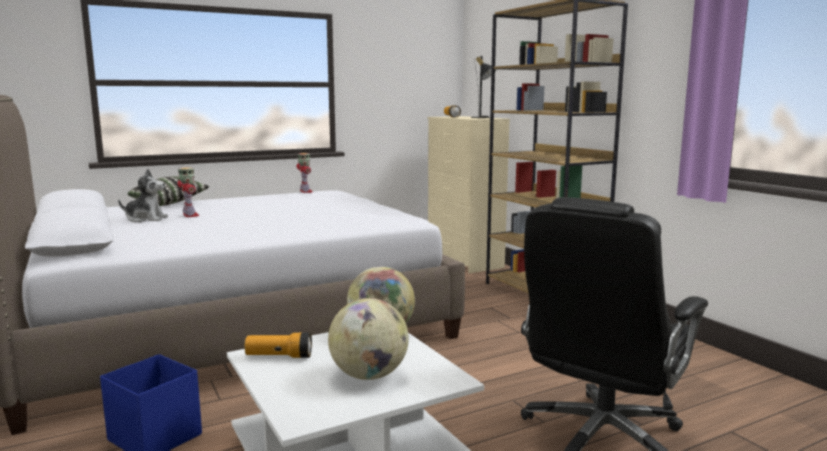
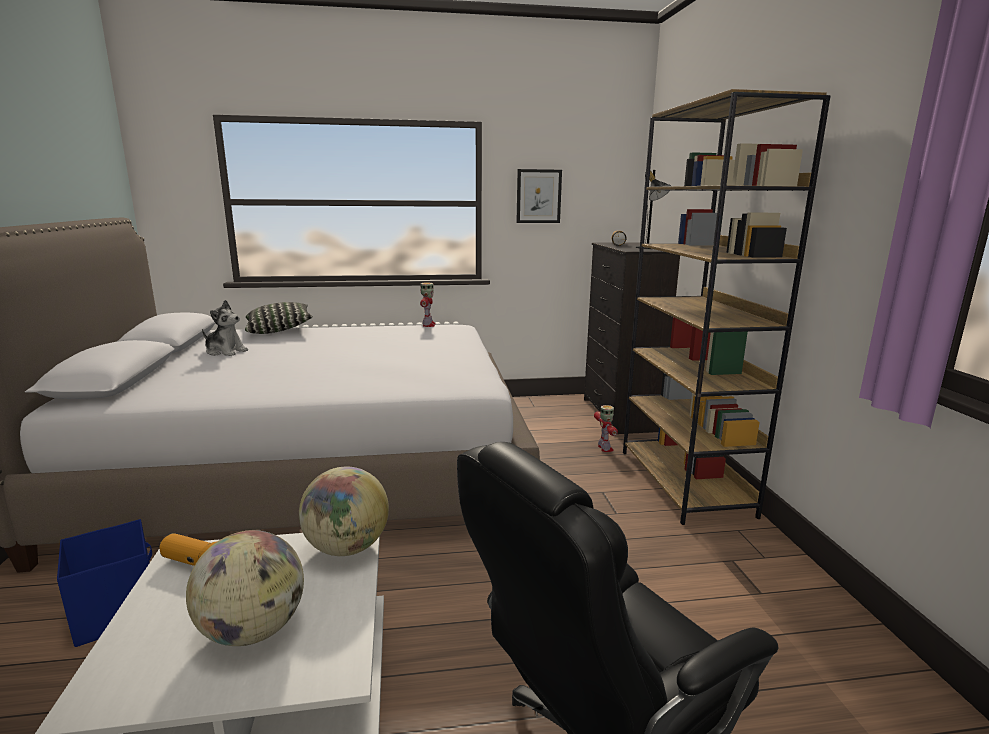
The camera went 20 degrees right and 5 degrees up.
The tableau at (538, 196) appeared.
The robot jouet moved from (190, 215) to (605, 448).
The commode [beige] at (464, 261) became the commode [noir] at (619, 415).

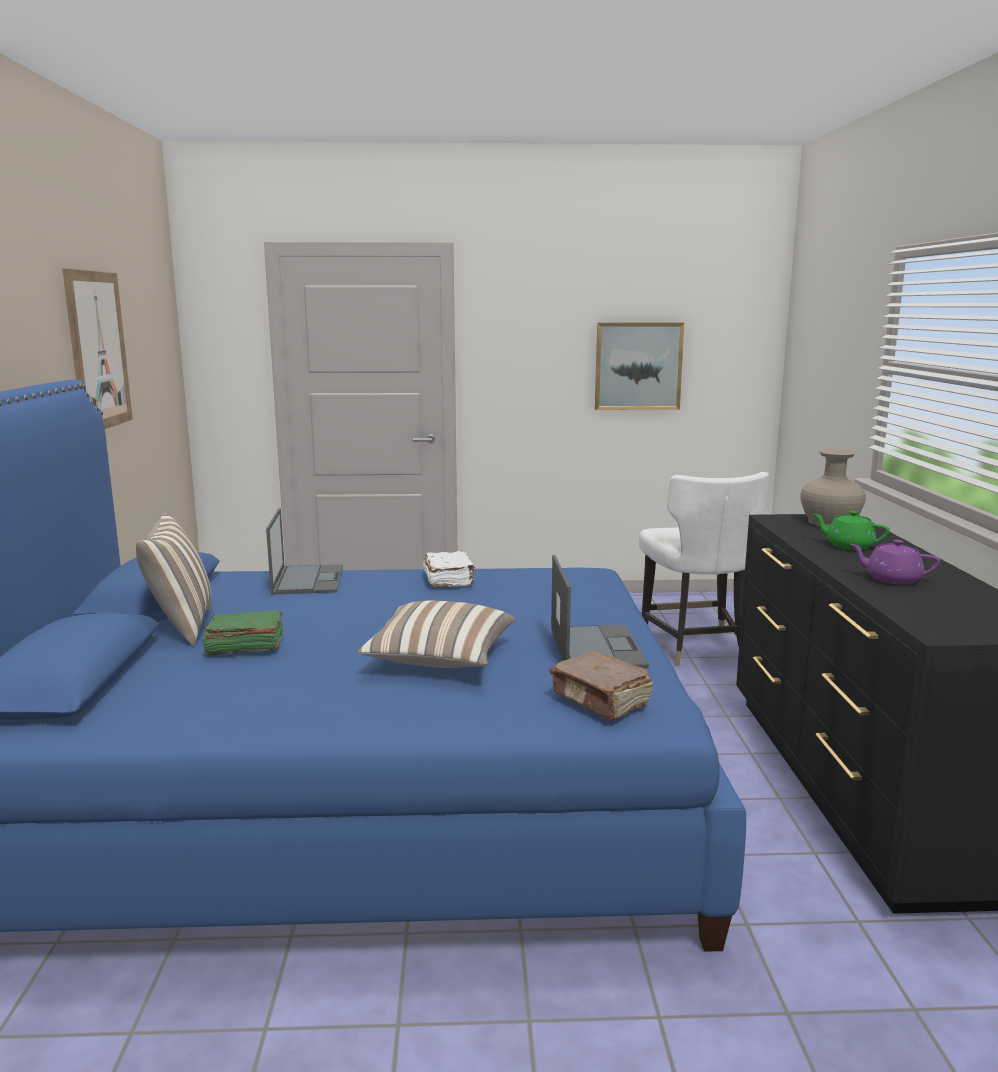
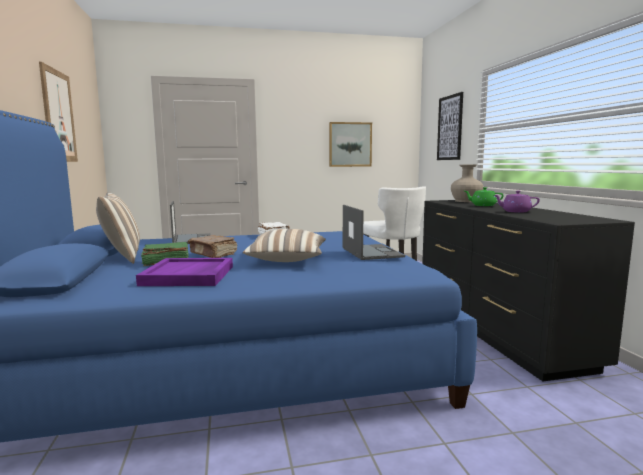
The camera went 10 degrees left and 5 degrees down.
The plateau [violet] at (189, 276) appeared.
The tableau at (450, 128) appeared.
The livre [marron] moved from (601, 700) to (213, 254).

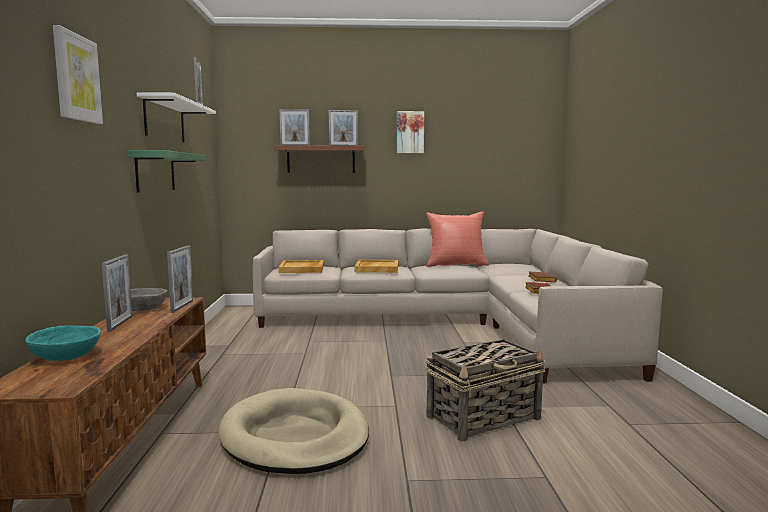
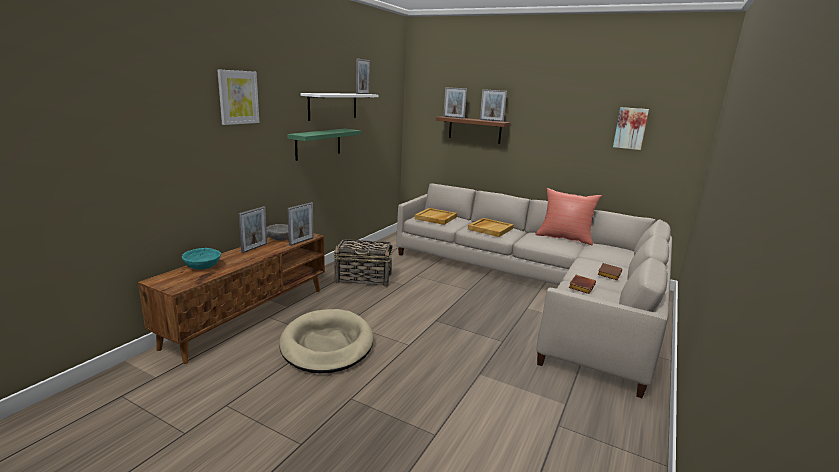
The camera went 30 degrees right and 10 degrees up.
The tableau moved from (410, 132) to (630, 128).
The panier moved from (484, 417) to (364, 278).

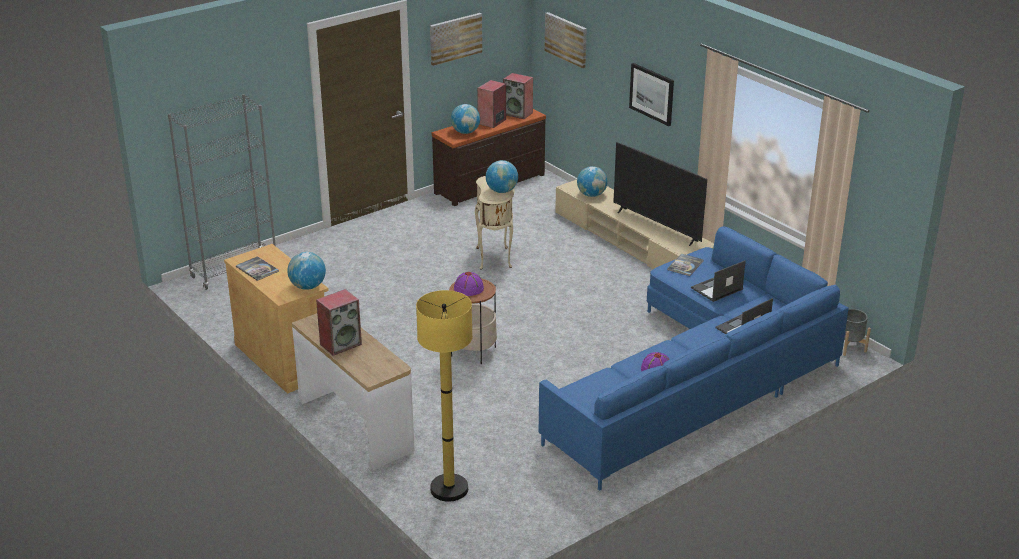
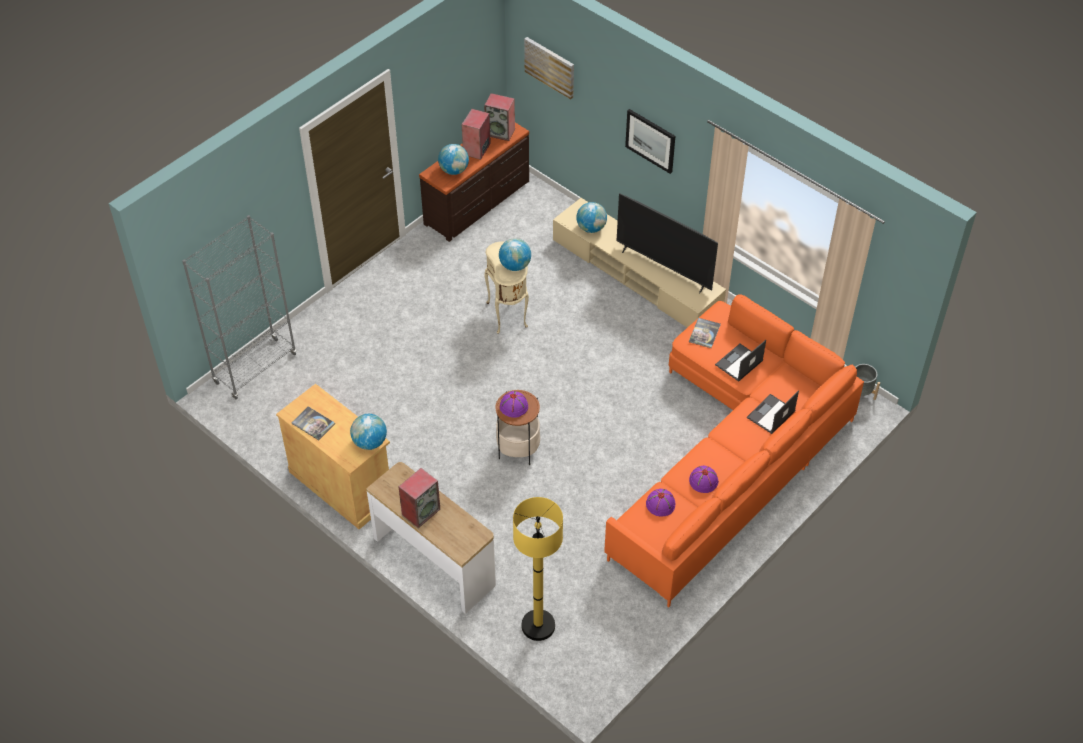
The camera went 10 degrees left and 20 degrees up.
The tableau at (455, 38) disappeared.
The chapeau [violet] at (660, 504) appeared.
The canapé [bleu] at (698, 379) became the canapé [orange] at (731, 457).

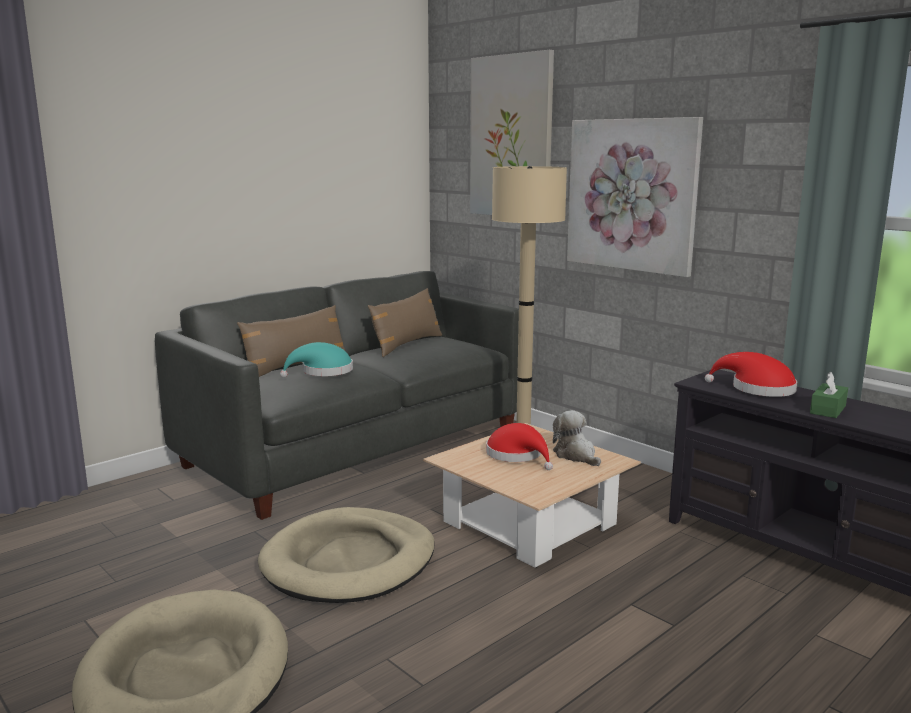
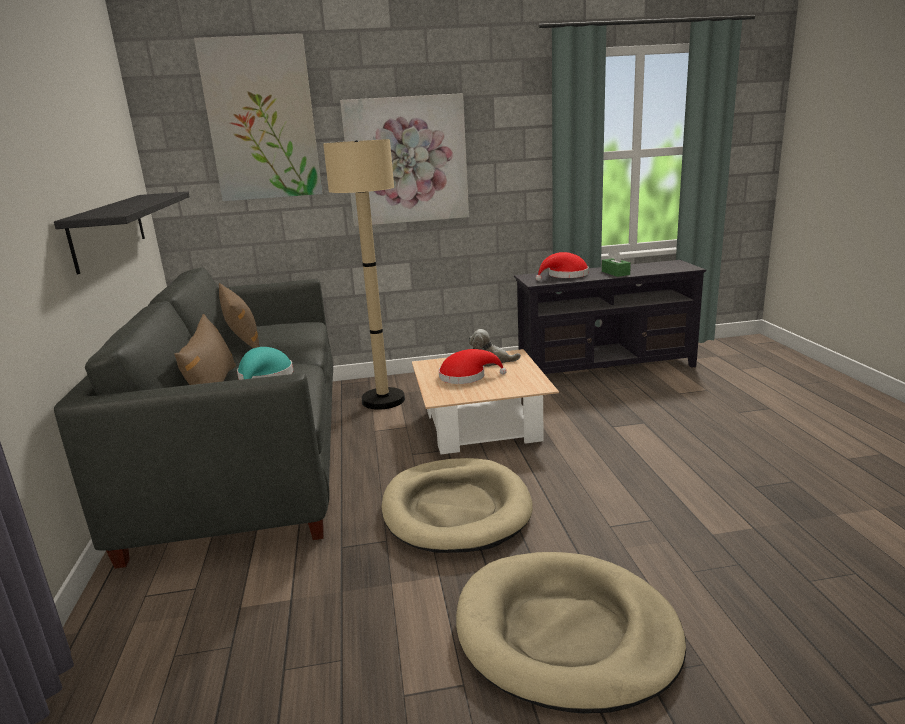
The camera went 55 degrees left and 5 degrees up.
The étagère [noir] at (109, 230) appeared.

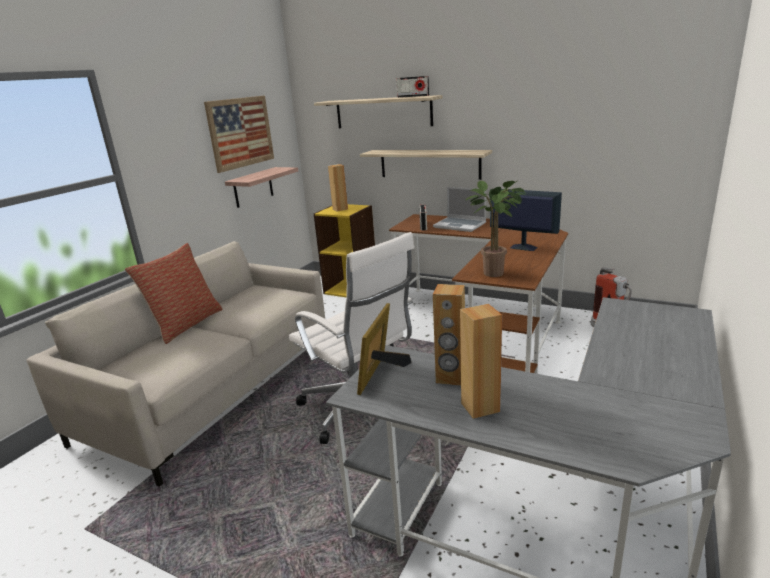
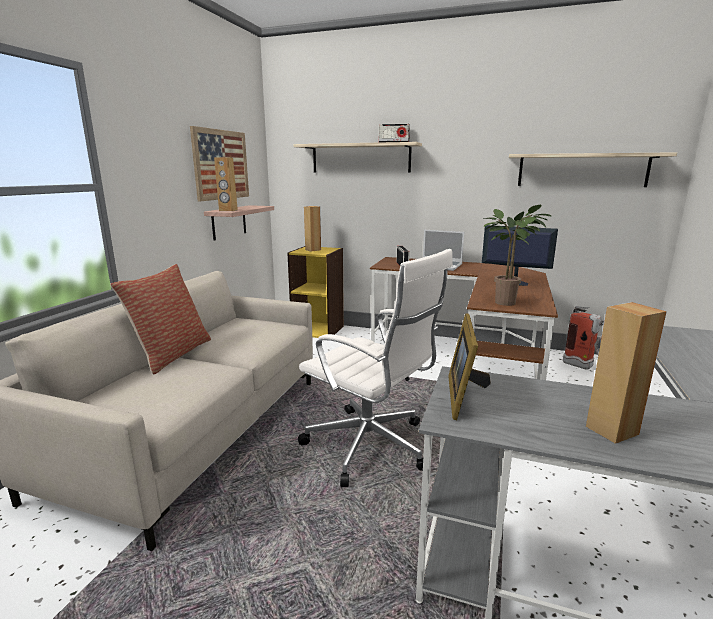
The camera went 10 degrees left and 5 degrees down.
The étagère moved from (429, 164) to (581, 170).
The enceinte [marron] moved from (451, 378) to (228, 210).

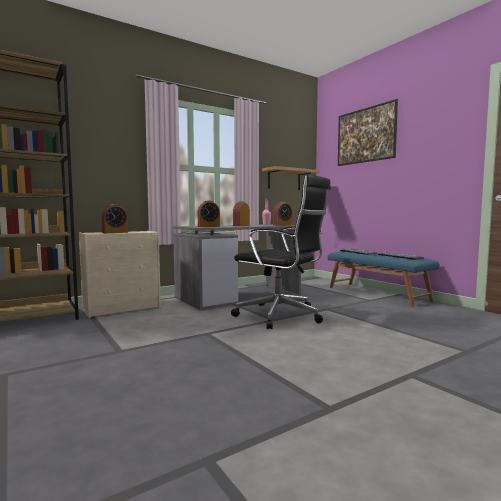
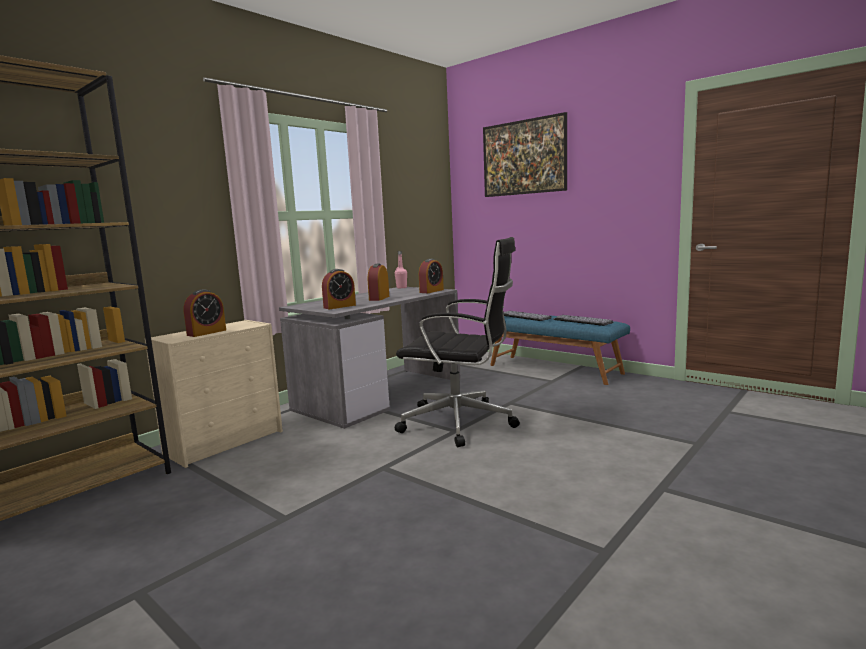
The camera went 15 degrees left and 5 degrees up.
The étagère at (284, 179) disappeared.

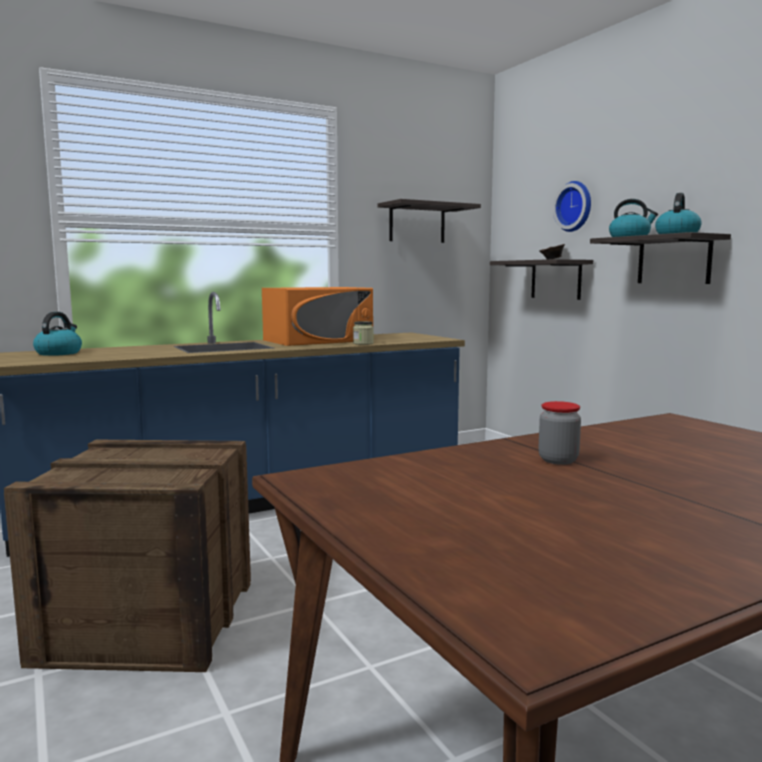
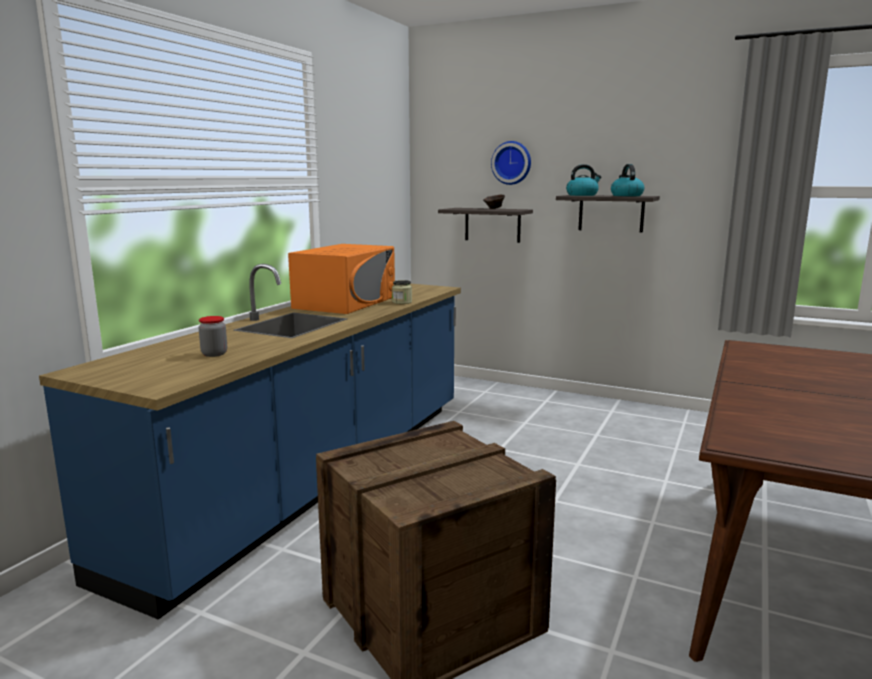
The camera went 35 degrees left and 5 degrees up.
The bouilloire at (59, 353) disappeared.
The étagère at (417, 223) disappeared.
The bocal moved from (558, 460) to (214, 354).

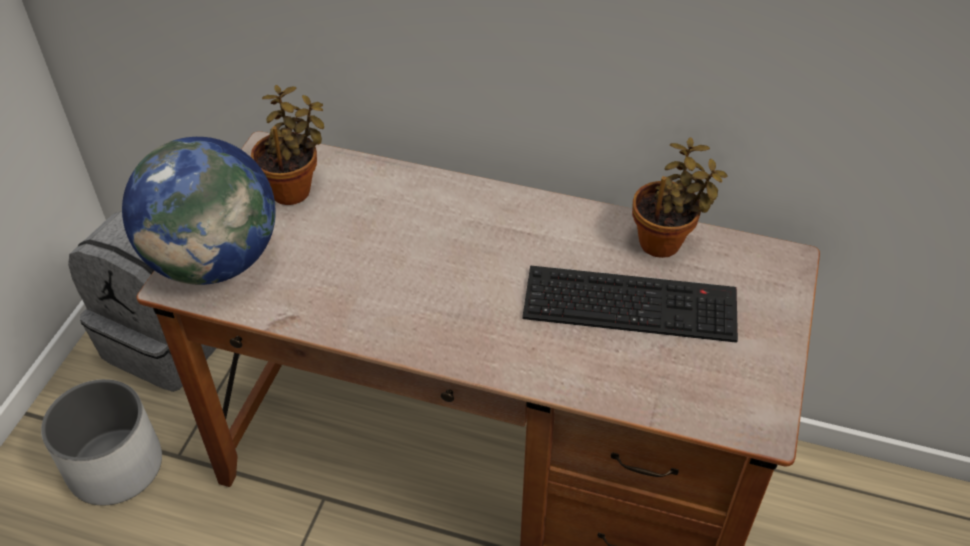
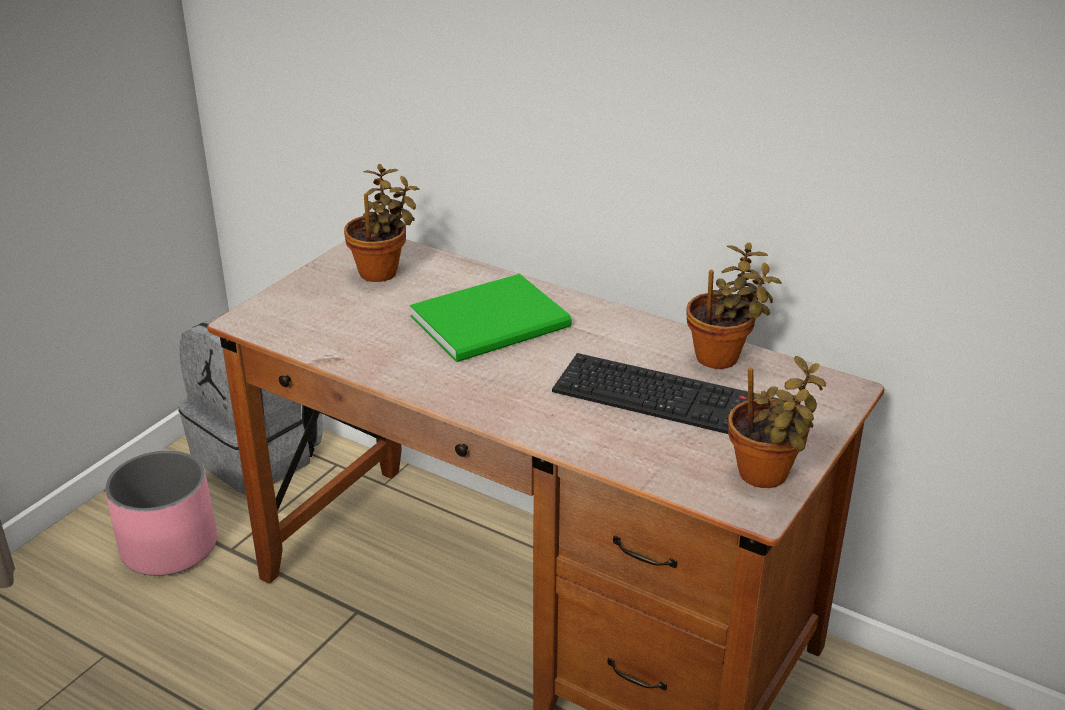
The camera went 15 degrees right and 15 degrees down.
The globe at (215, 261) disappeared.
The livre [vert] at (495, 322) appeared.
The plante en pot at (767, 477) appeared.
The cache-pot [blanc] at (116, 466) became the cache-pot [rose] at (170, 546).

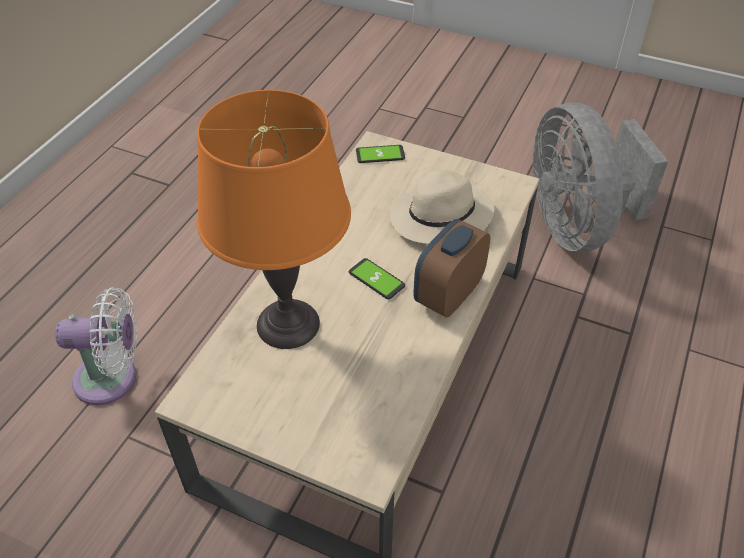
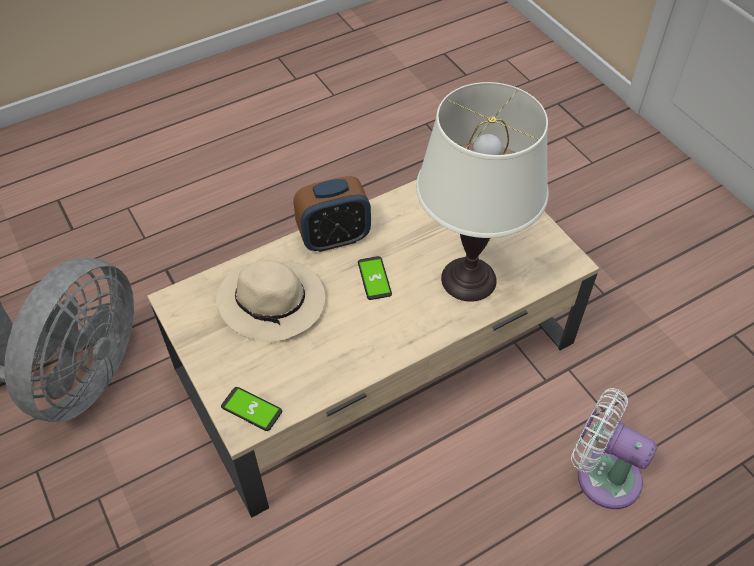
The camera went 145 degrees left and 5 degrees up.
The lampe de table [orange] at (288, 324) became the lampe de table [blanc] at (468, 279).

